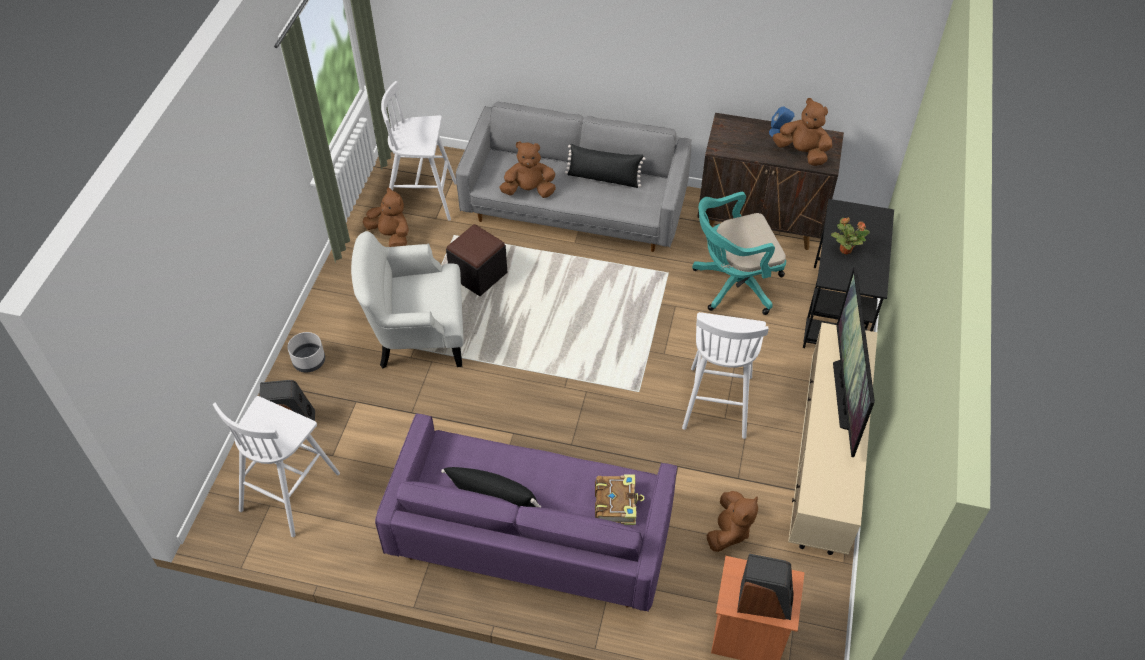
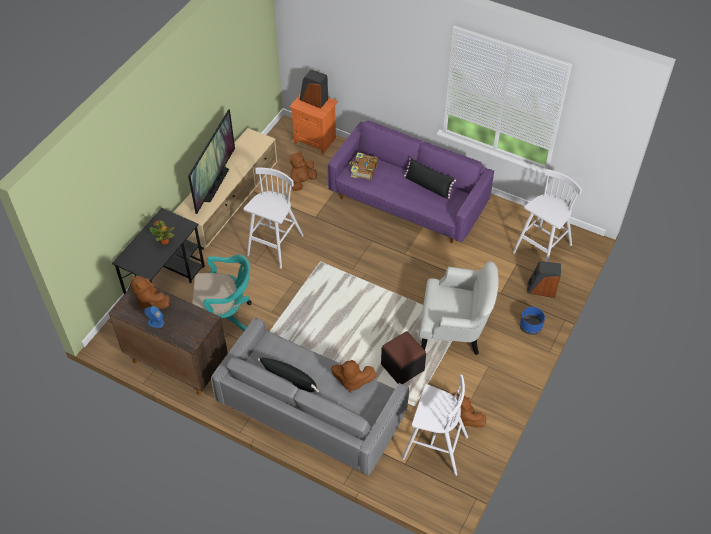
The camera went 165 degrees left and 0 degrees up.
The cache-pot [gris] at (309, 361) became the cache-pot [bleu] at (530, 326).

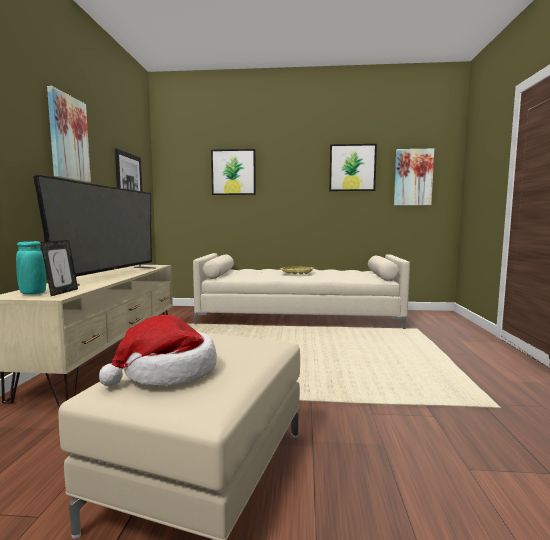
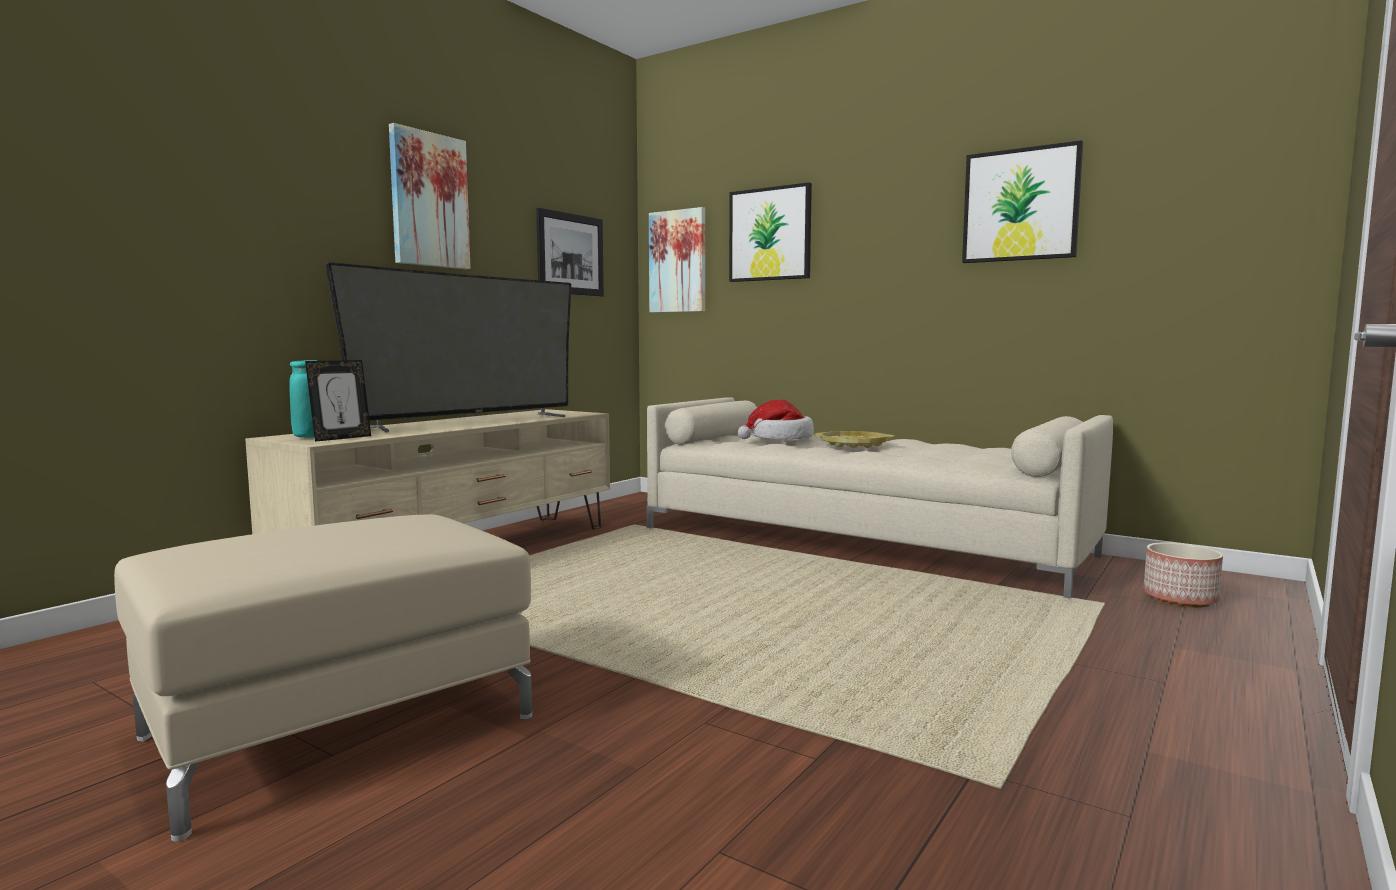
The camera went 30 degrees right and 0 degrees up.
The cache-pot at (1181, 599) appeared.
The chapeau moved from (168, 372) to (780, 438).
The tableau moved from (413, 177) to (678, 261).

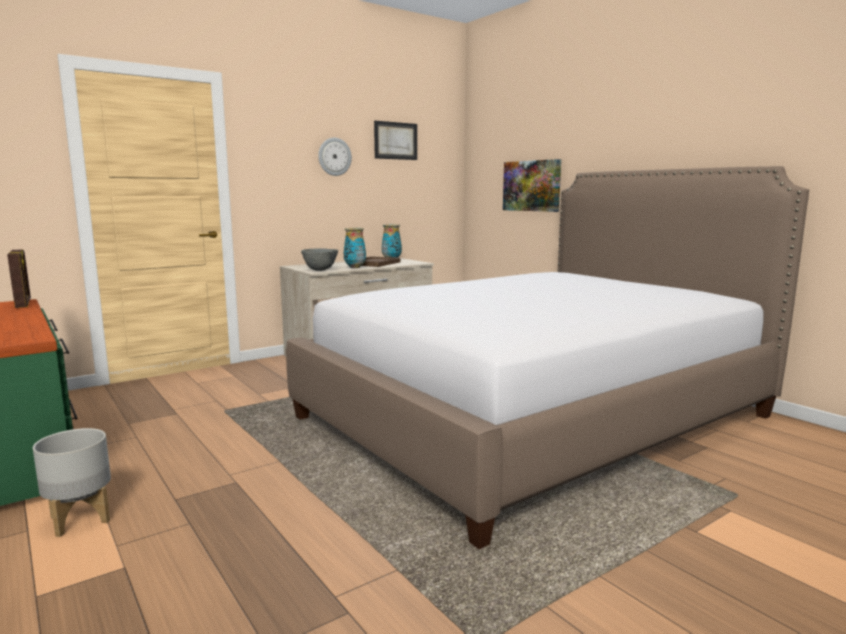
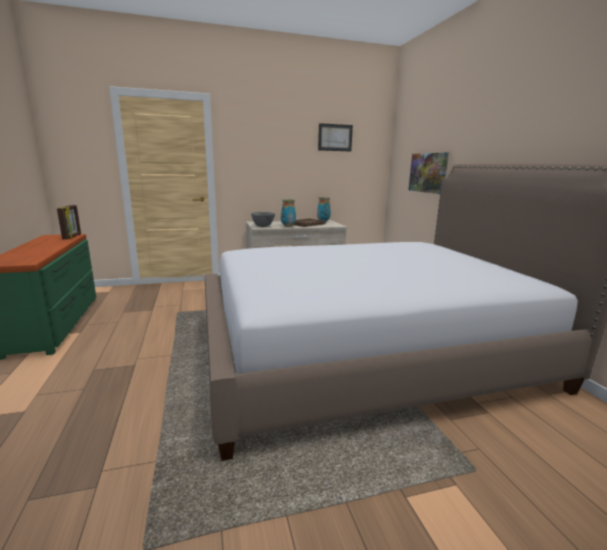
The camera went 20 degrees right and 5 degrees up.
The cache-pot [gris] at (80, 519) disappeared.
The horloge murale at (334, 156) disappeared.

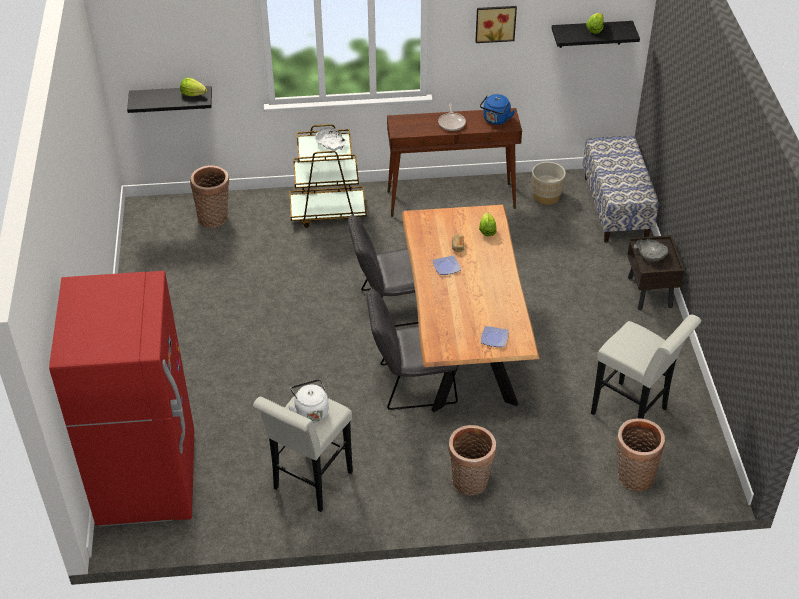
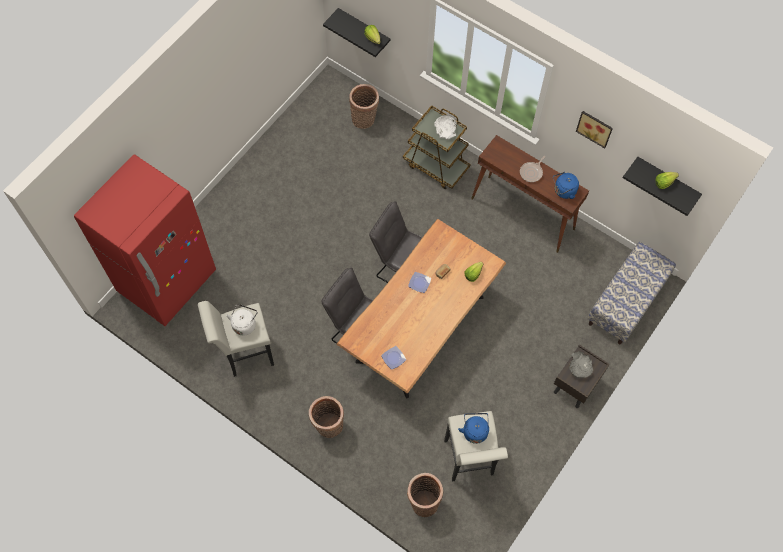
The camera went 40 degrees right and 20 degrees up.
The cache-pot [beige] at (546, 196) disappeared.
The bouilloire [bleu] at (474, 430) appeared.

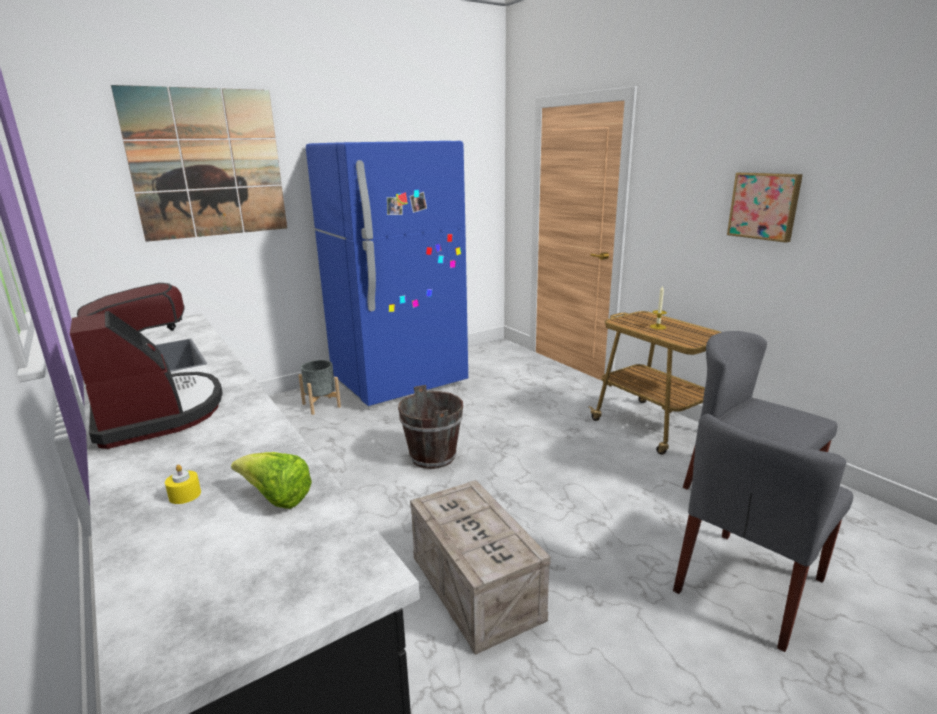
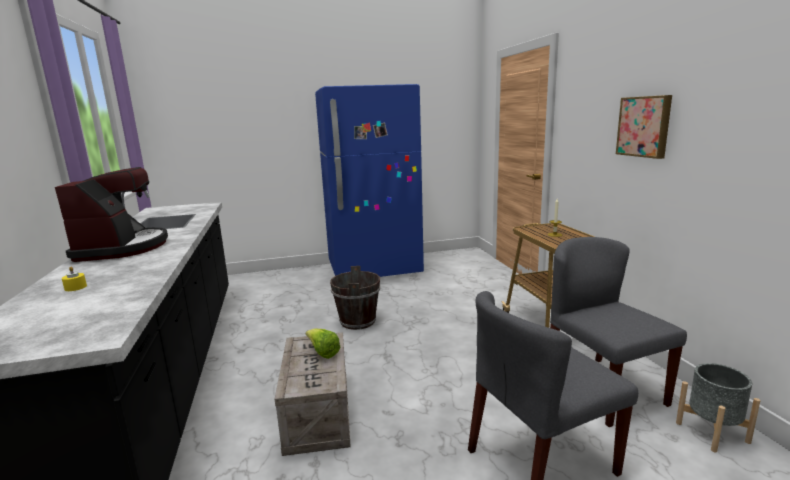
The camera went 20 degrees right and 5 degrees down.
The tableau at (208, 164) disappeared.
The laitue moved from (276, 498) to (323, 353).
The cache-pot [gris] moved from (321, 405) to (711, 432).

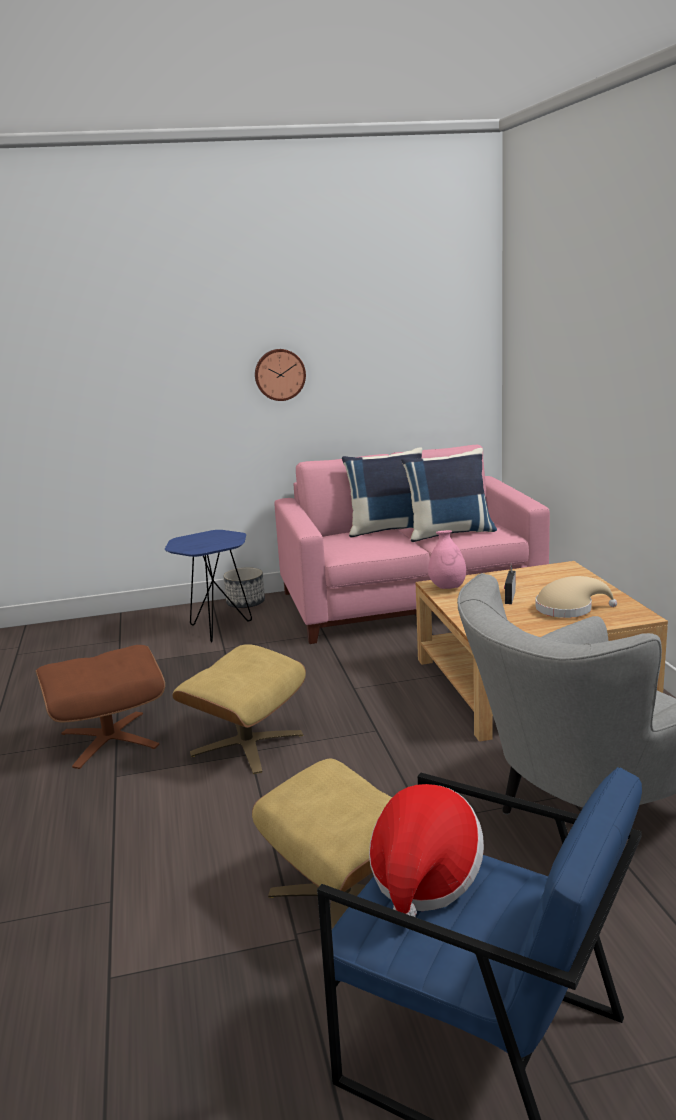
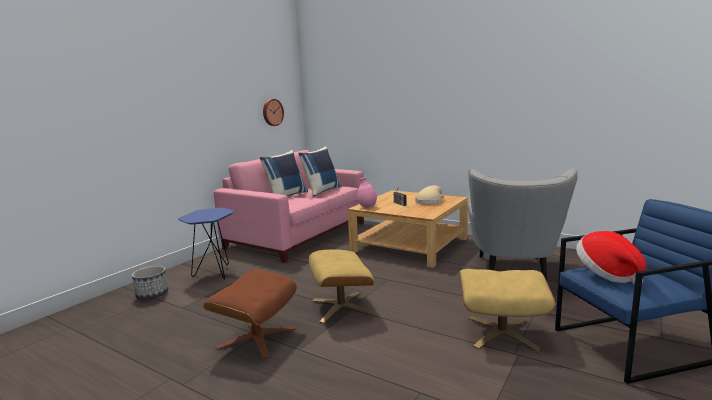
The camera went 45 degrees left and 5 degrees down.
The cache-pot moved from (246, 603) to (152, 294).
The horloge murale moved from (279, 374) to (272, 112).

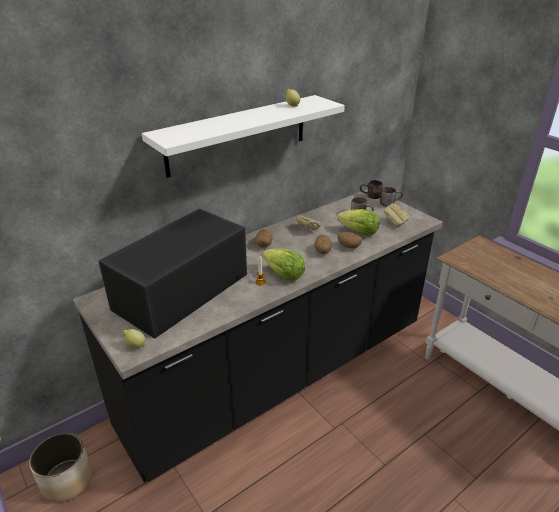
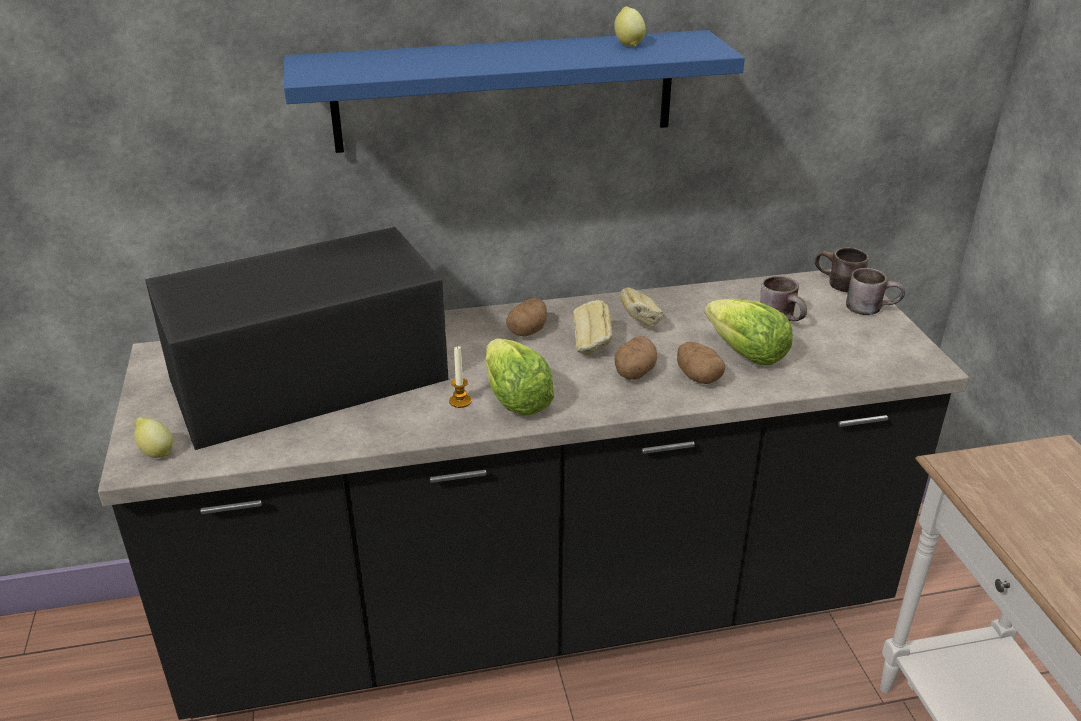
The camera went 25 degrees right and 0 degrees up.
The cache-pot at (67, 481) disappeared.
The pain moved from (395, 223) to (591, 346).
The étagère [blanc] at (238, 135) became the étagère [bleu] at (505, 91).

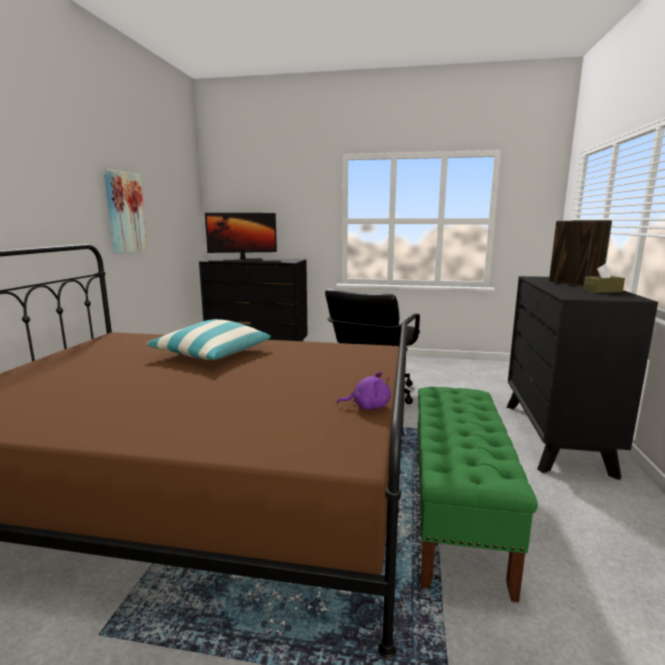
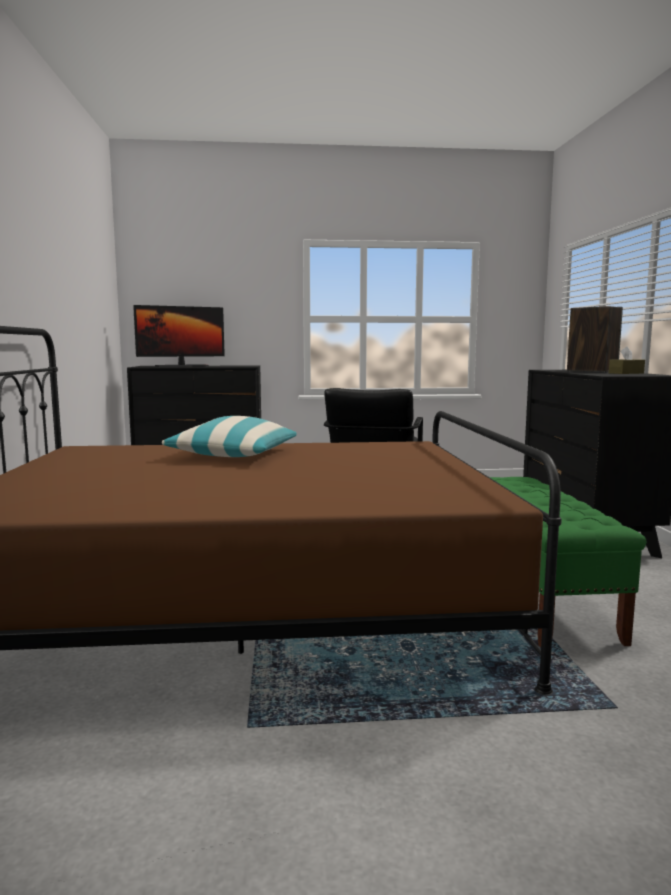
The camera went 15 degrees left and 5 degrees down.
The tableau at (125, 212) disappeared.
The peluche [violet] at (368, 406) disappeared.

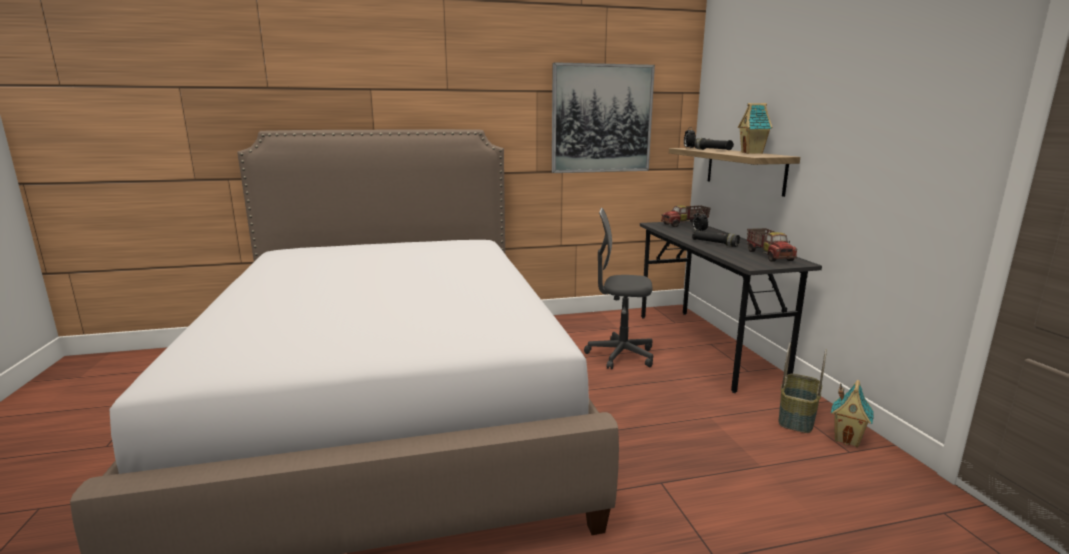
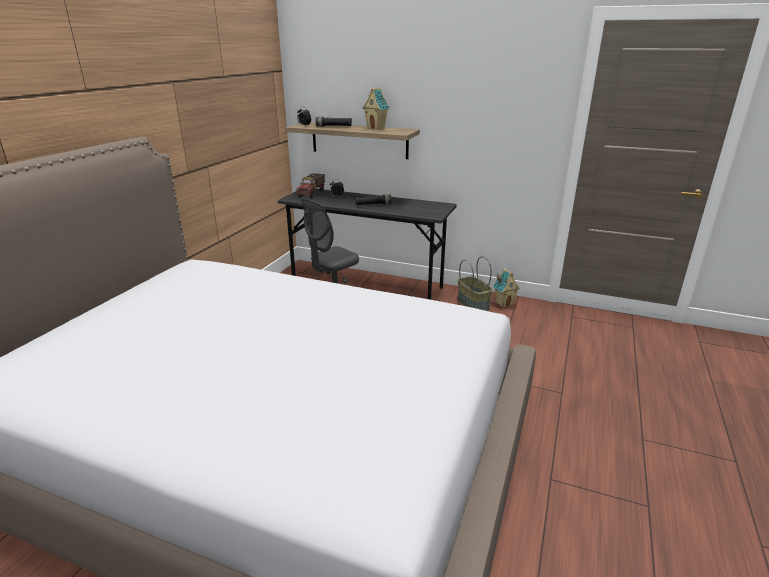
The camera went 55 degrees left and 10 degrees up.
The tableau at (601, 119) disappeared.
The camion jouet at (769, 255) disappeared.

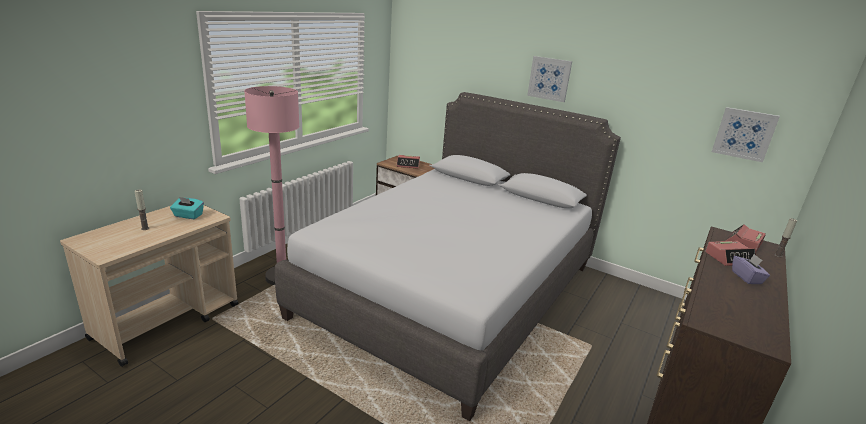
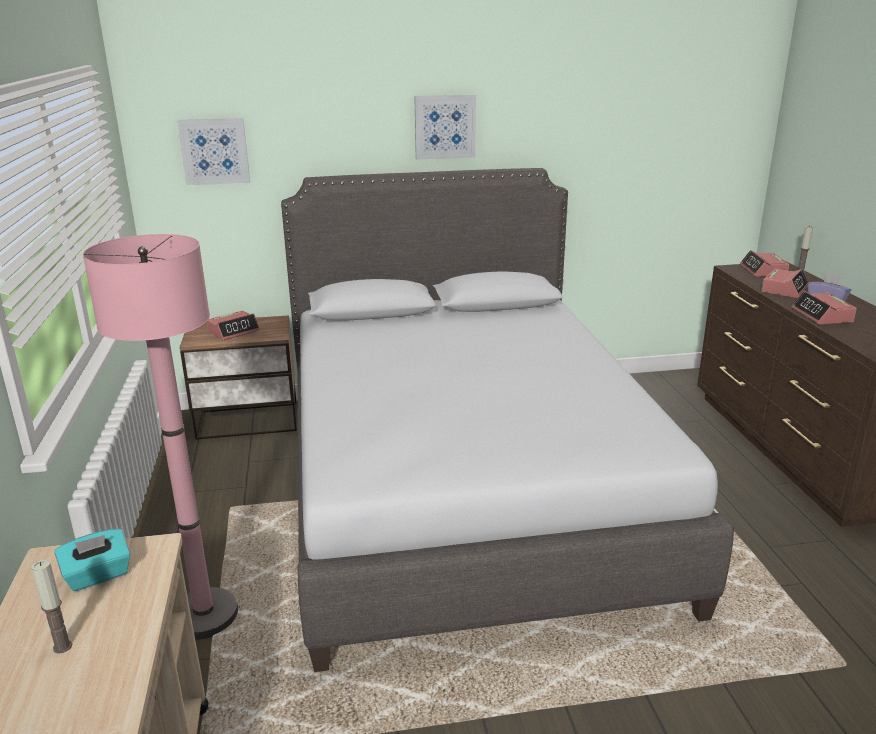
The camera went 40 degrees left and 0 degrees up.
The réveil at (822, 316) appeared.
The tableau moved from (744, 134) to (214, 151).

